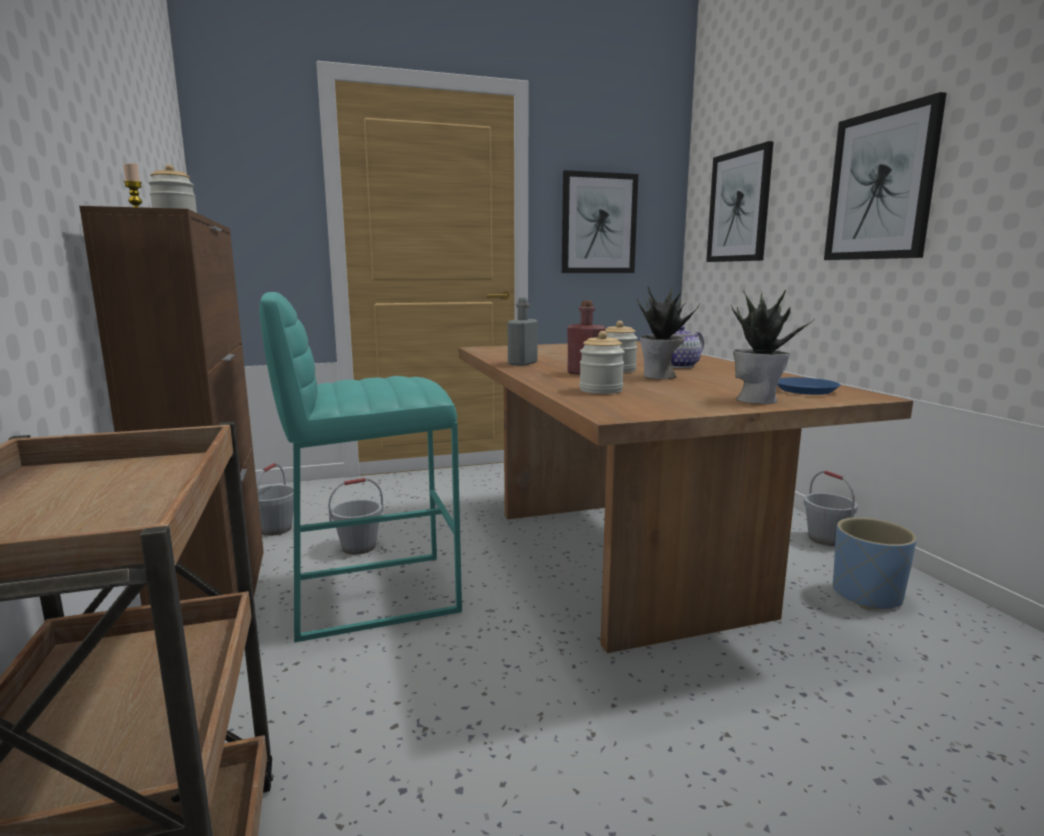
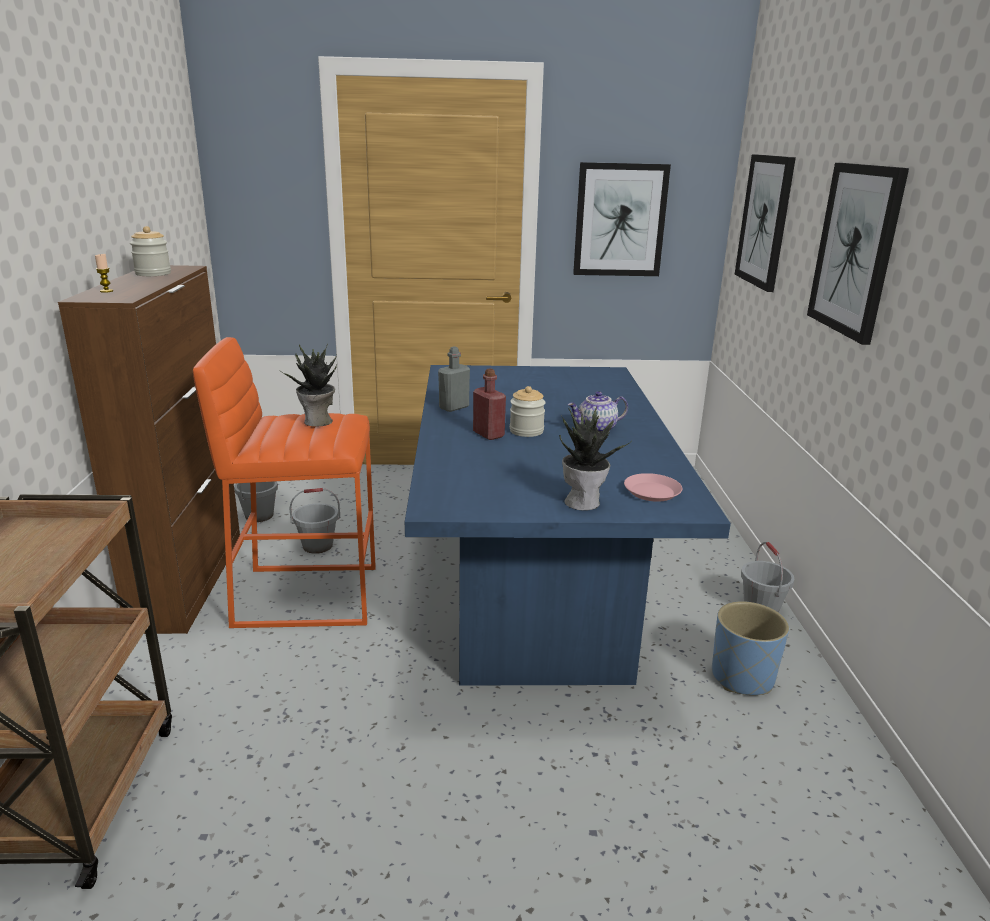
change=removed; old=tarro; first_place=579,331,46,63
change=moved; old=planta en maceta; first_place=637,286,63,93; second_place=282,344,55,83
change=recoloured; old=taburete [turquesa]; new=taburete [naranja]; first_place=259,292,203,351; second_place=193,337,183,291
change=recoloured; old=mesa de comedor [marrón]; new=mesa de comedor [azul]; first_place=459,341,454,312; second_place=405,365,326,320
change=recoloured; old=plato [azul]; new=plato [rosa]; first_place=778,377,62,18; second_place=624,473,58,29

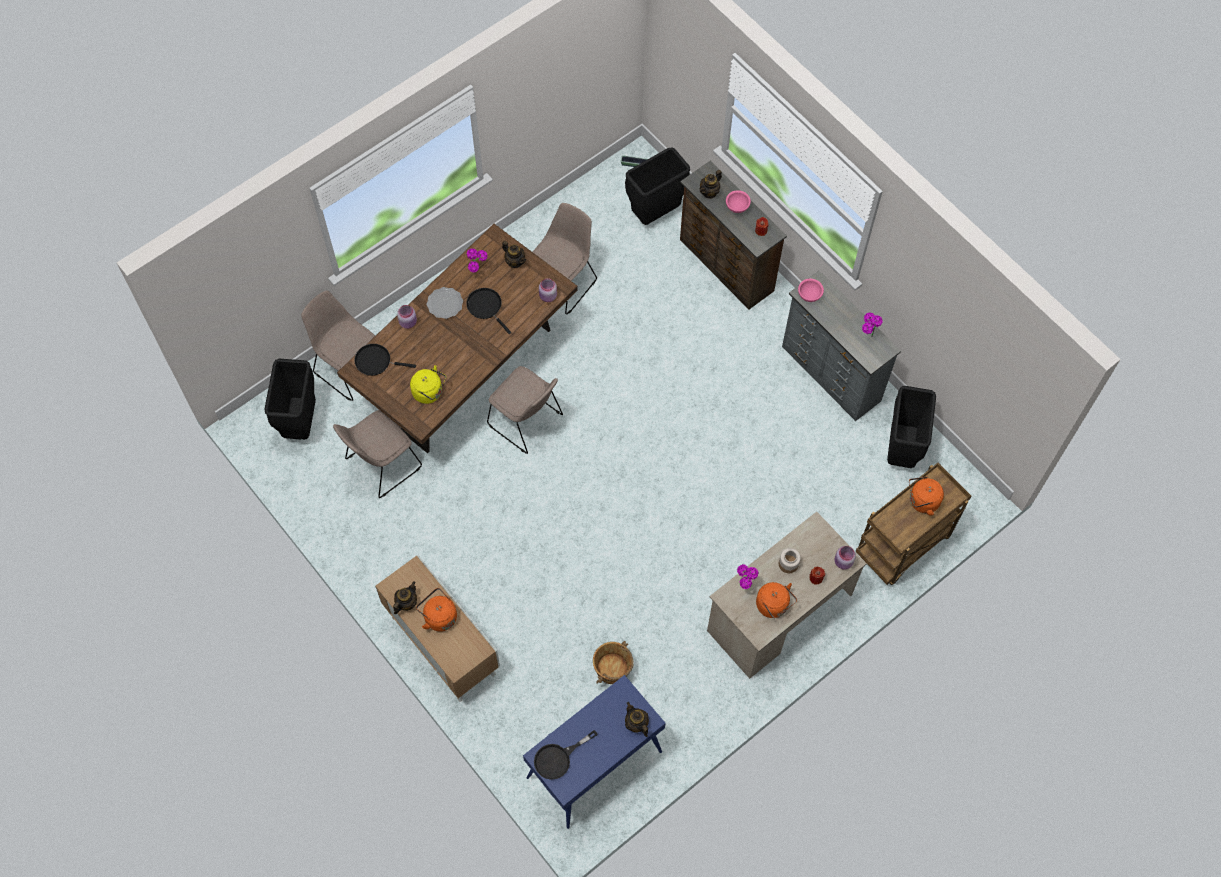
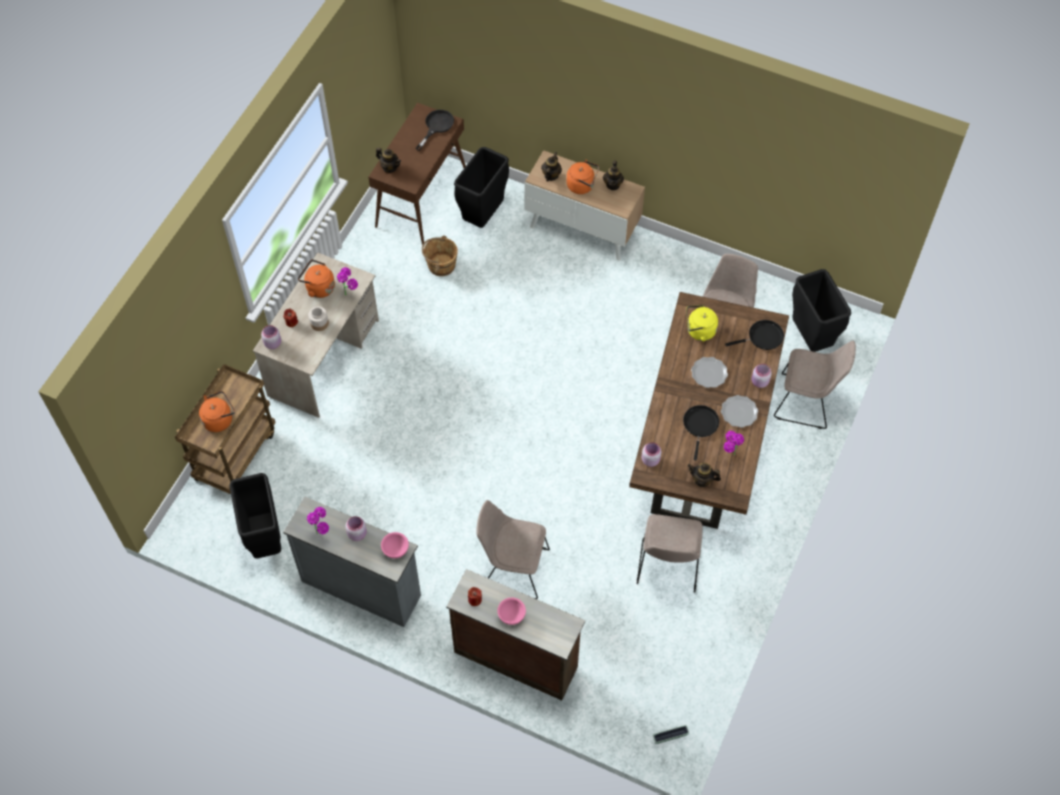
change=added; new=tarro [rosa]; second_place=345,516,22,25
change=added; new=plato; second_place=691,357,37,31
change=moved; old=silla [beis]; first_place=487,366,76,88; second_place=476,500,74,99
change=moved; old=papelera [negro]; first_place=625,147,65,78; second_place=454,147,55,81
change=moved; old=tetera; first_place=699,170,23,29; second_place=541,152,21,30
change=recoloured; old=mesa consola [azul]; new=mesa consola [marrón]; first_place=523,675,143,154; second_place=368,103,98,142
change=turned; old=sartén [negro]; first_place=466,288,45,46; second_place=683,405,36,55; degrees=-105

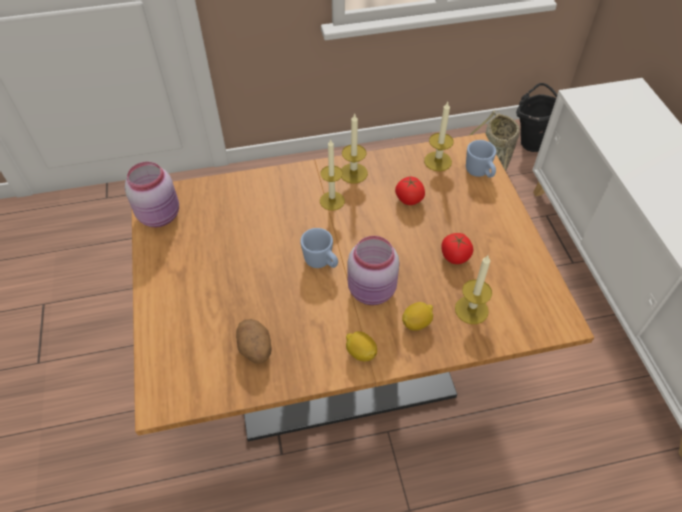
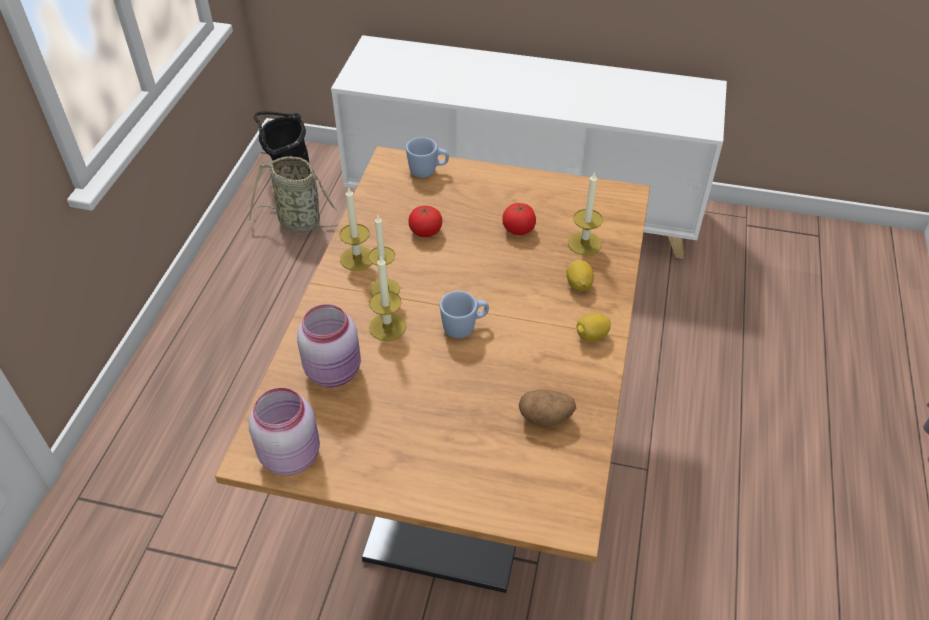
change=moved; old=tarro [rosa]; first_place=348,236,52,69; second_place=297,304,64,83
change=moved; old=vela; first_place=424,102,30,69; second_place=369,256,37,85

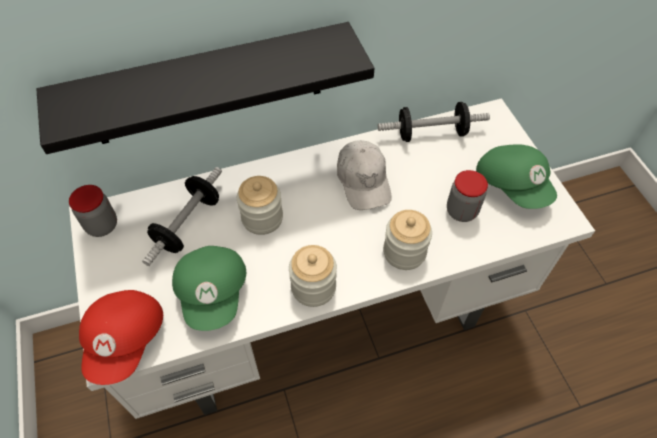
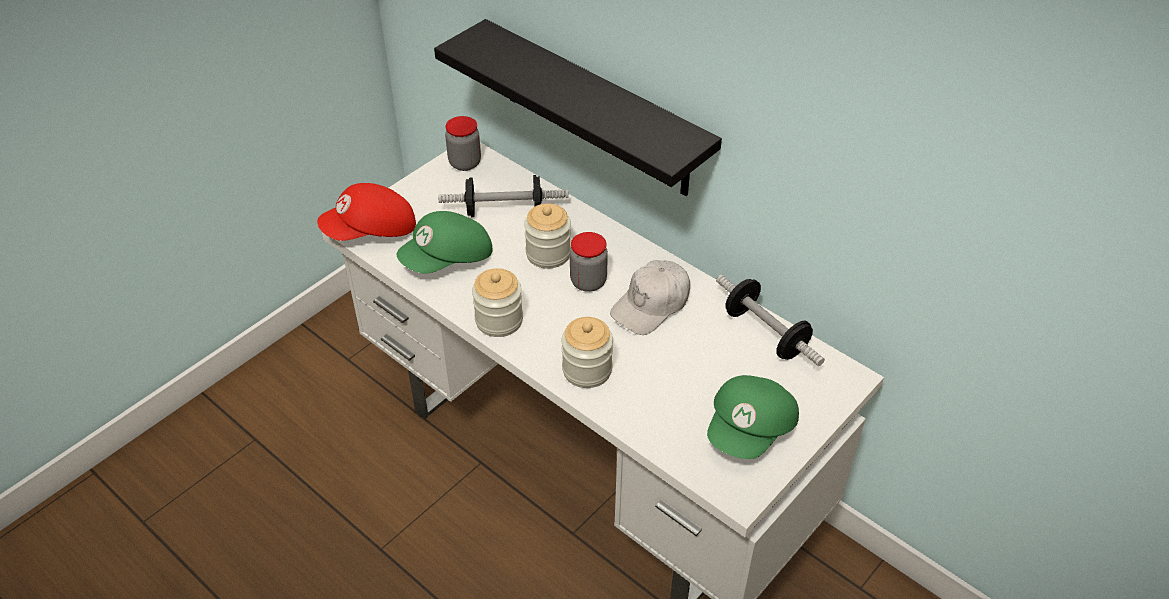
change=moved; old=tarro; first_place=447,170,41,52; second_place=570,232,38,60

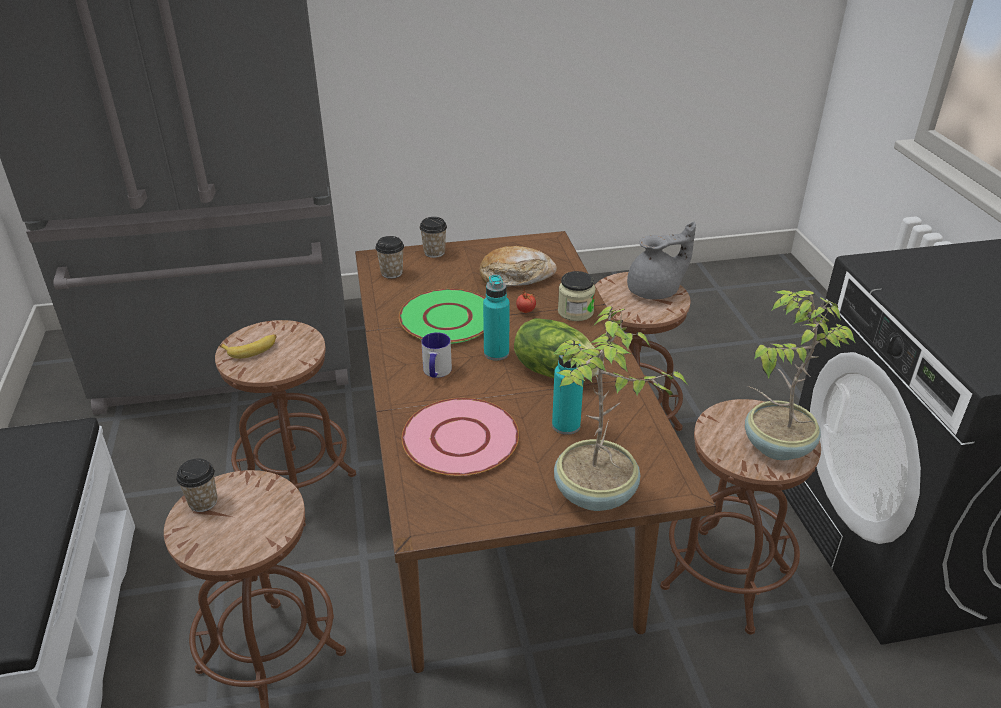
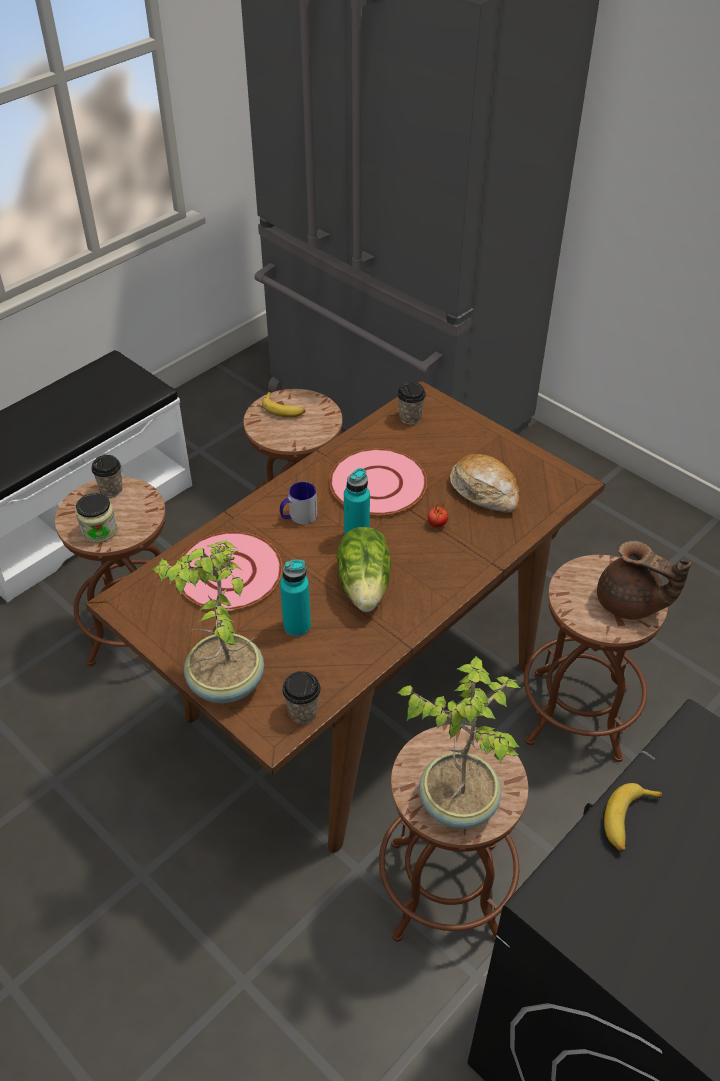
change=added; new=plátano; second_place=604,783,59,69
change=moved; old=taza; first_place=419,217,28,41; second_place=282,671,39,53
change=moved; old=tarro; first_place=558,271,38,50; second_place=76,493,41,50
change=recoloured; old=plato [verde]; new=plato [rosa]; first_place=399,289,86,55; second_place=329,449,98,66
change=recoloured; old=tetera [gris]; new=tetera [marrón]; first_place=627,222,69,77; second_place=597,541,94,78

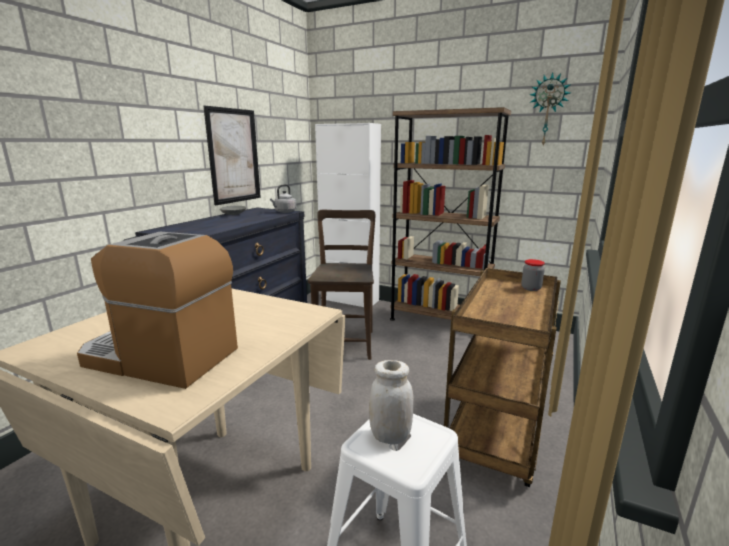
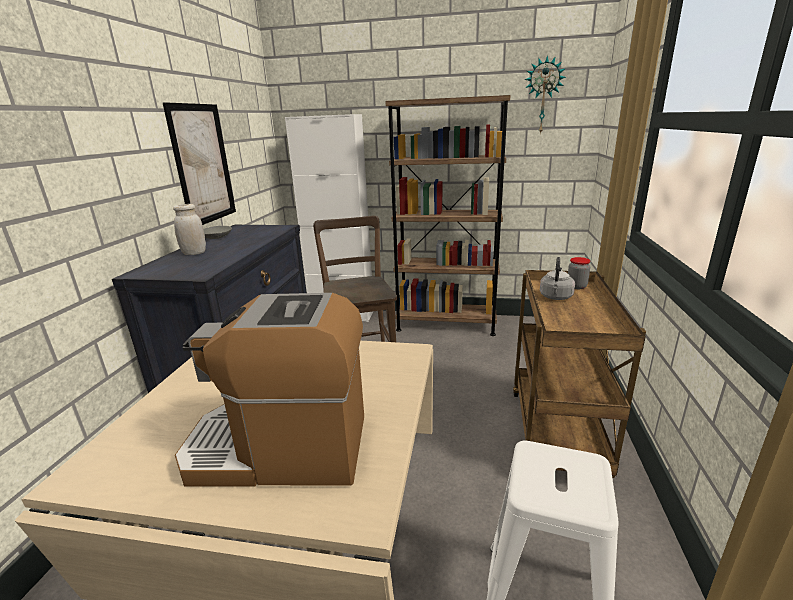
change=moved; old=hervidor [gris]; first_place=270,184,26,29; second_place=540,257,35,43
change=moved; old=tarro [blanco]; first_place=369,360,45,85; second_place=173,204,33,51

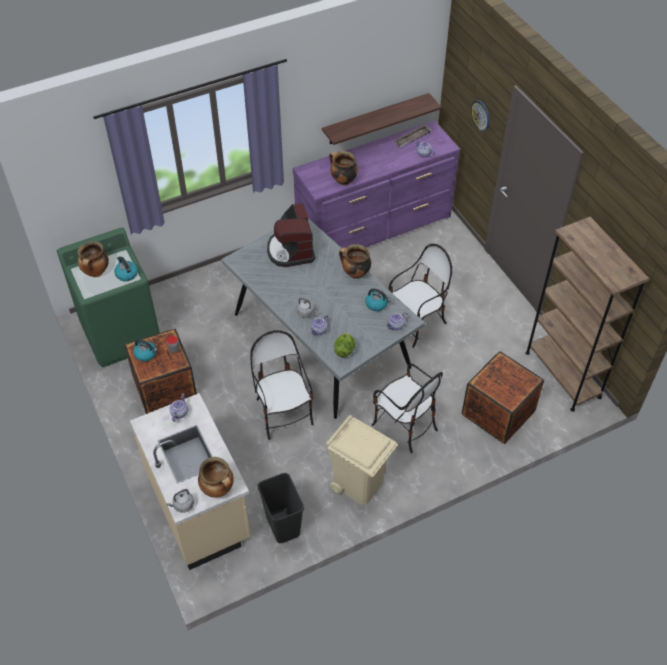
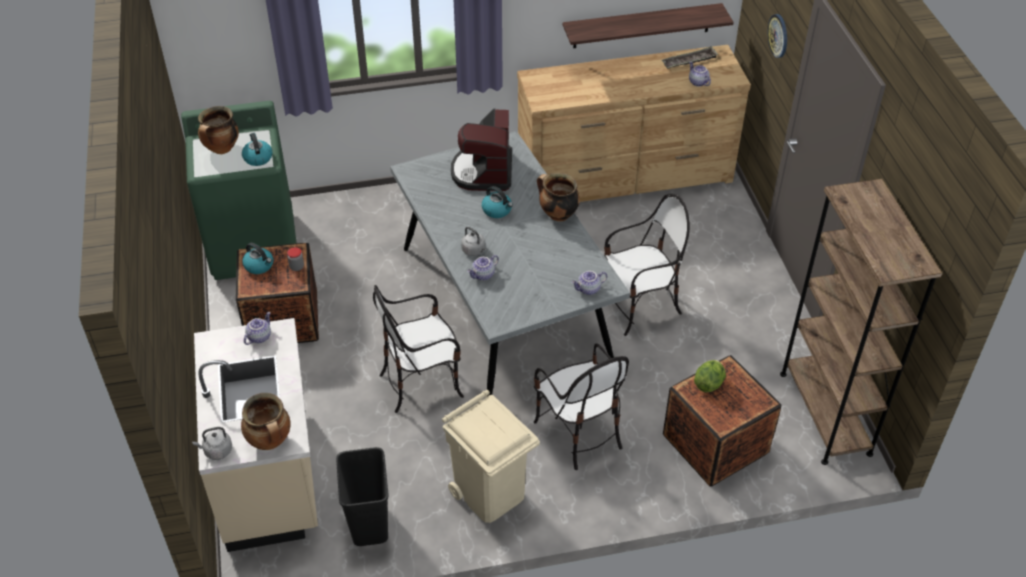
change=removed; old=olla; first_place=329,151,29,34
change=moved; old=lechuga; first_place=334,333,21,24; second_place=694,360,32,32
change=moved; old=hervidor; first_place=365,289,26,22; second_place=482,186,31,32
change=recoloured; old=cómoda [morado]; new=cómoda [marrón]; first_place=293,121,167,127; second_place=517,45,234,157
change=turned; old=silla; first_place=250,330,64,110; second_place=373,285,91,128; degrees=-105

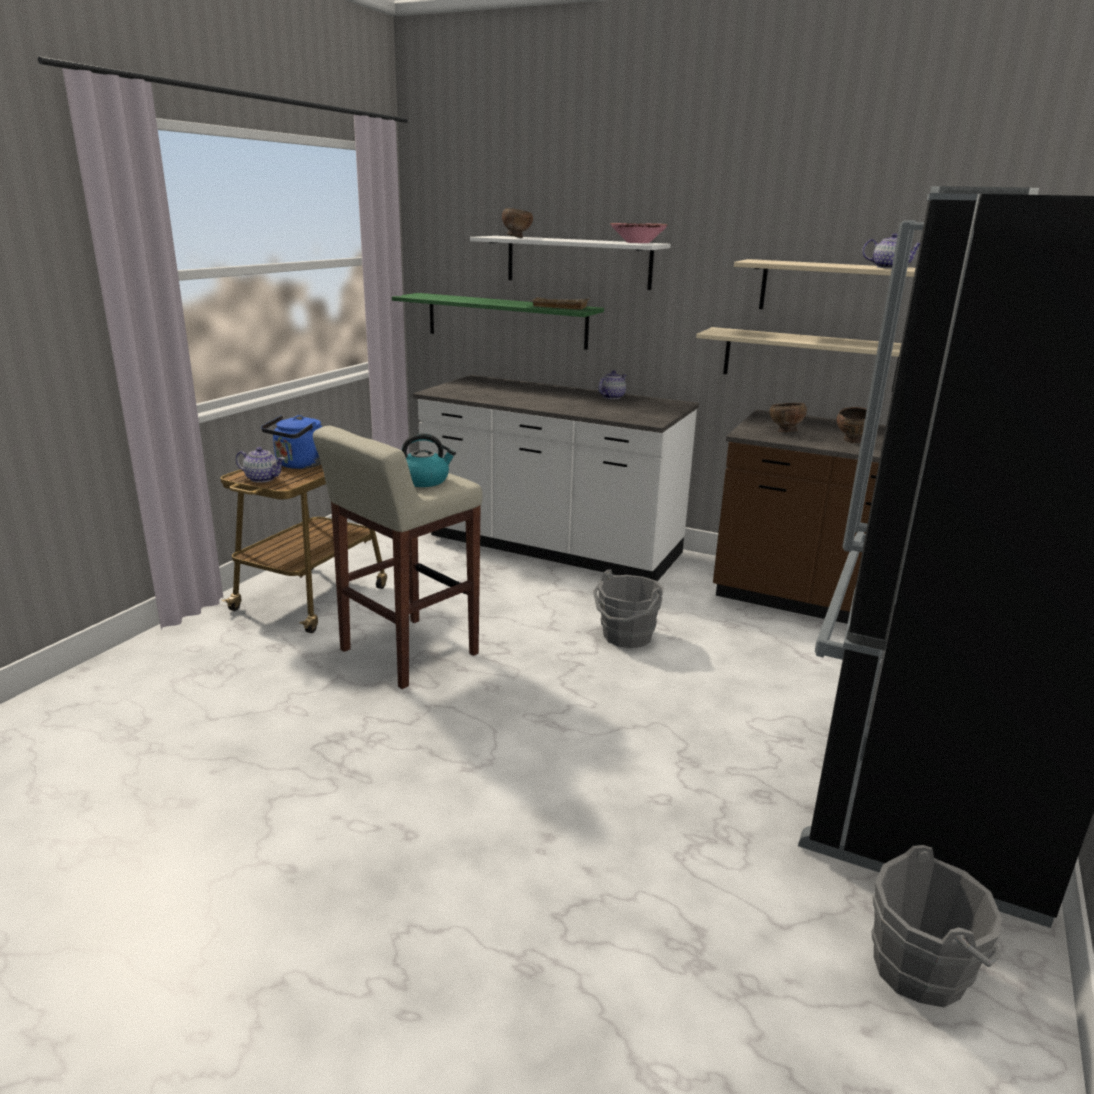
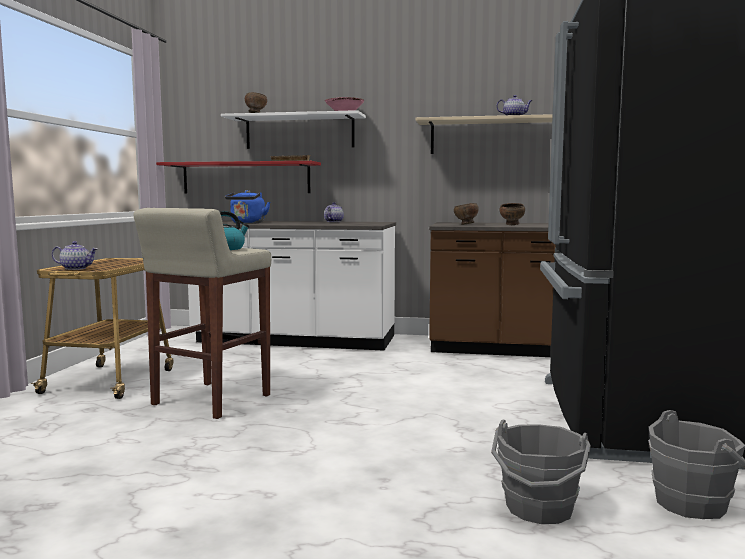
change=removed; old=estante [beis]; first_place=696,327,205,64
change=moved; old=hervidor [azul]; first_place=261,415,62,54; second_place=225,190,45,34
change=moved; old=cubo [gris]; first_place=593,570,71,78; second_place=491,419,100,105
change=recoloured; old=estante [verde]; new=estante [rojo]; first_place=392,293,212,57; second_place=156,161,165,32

